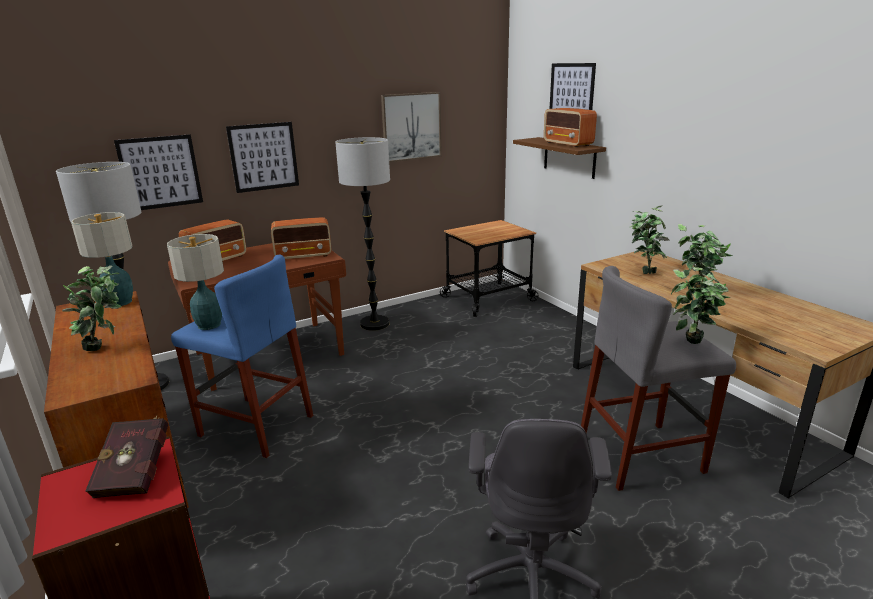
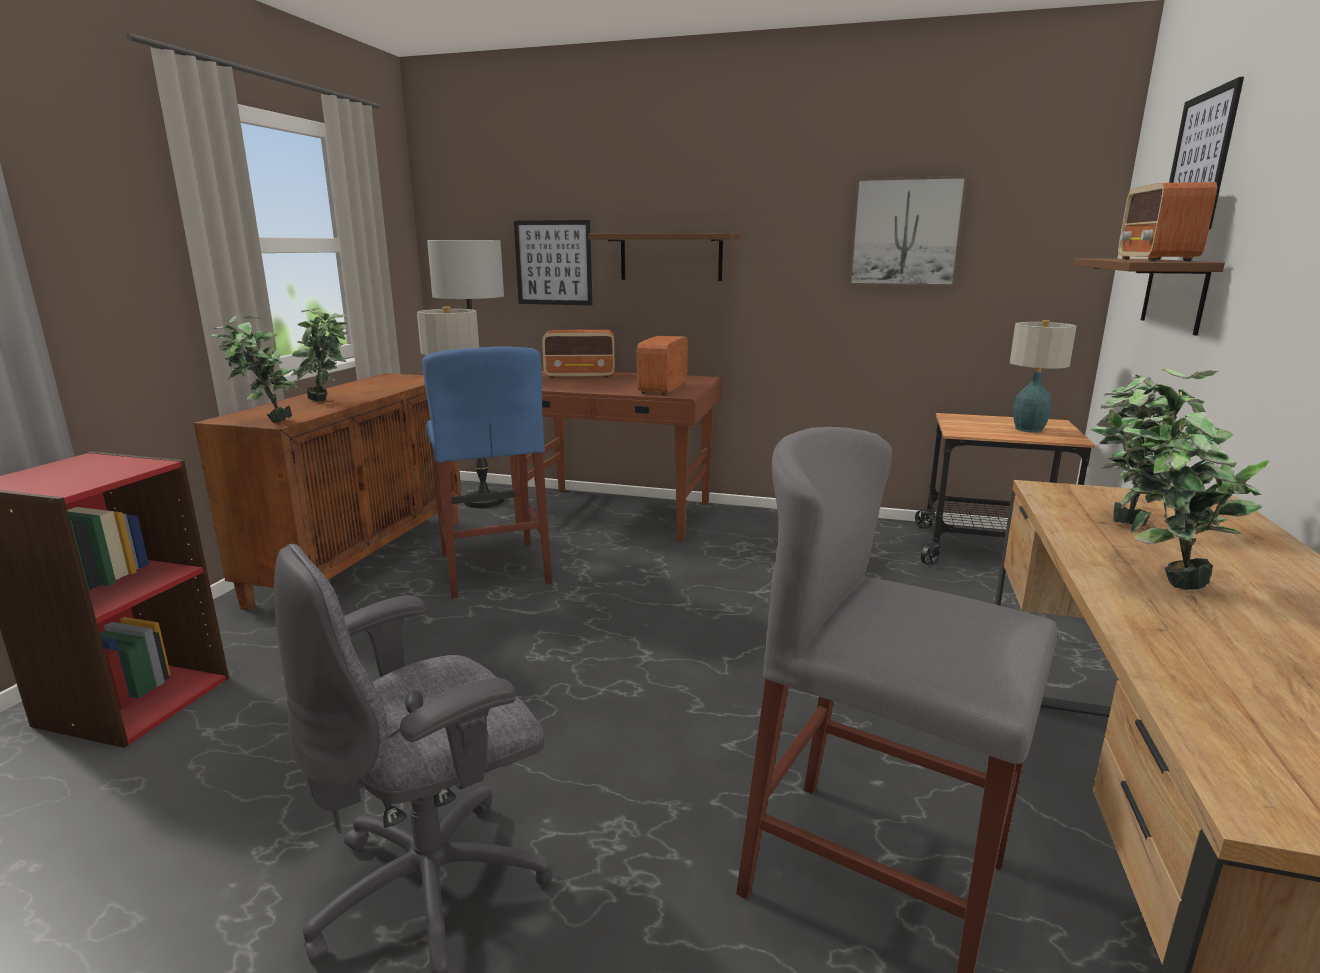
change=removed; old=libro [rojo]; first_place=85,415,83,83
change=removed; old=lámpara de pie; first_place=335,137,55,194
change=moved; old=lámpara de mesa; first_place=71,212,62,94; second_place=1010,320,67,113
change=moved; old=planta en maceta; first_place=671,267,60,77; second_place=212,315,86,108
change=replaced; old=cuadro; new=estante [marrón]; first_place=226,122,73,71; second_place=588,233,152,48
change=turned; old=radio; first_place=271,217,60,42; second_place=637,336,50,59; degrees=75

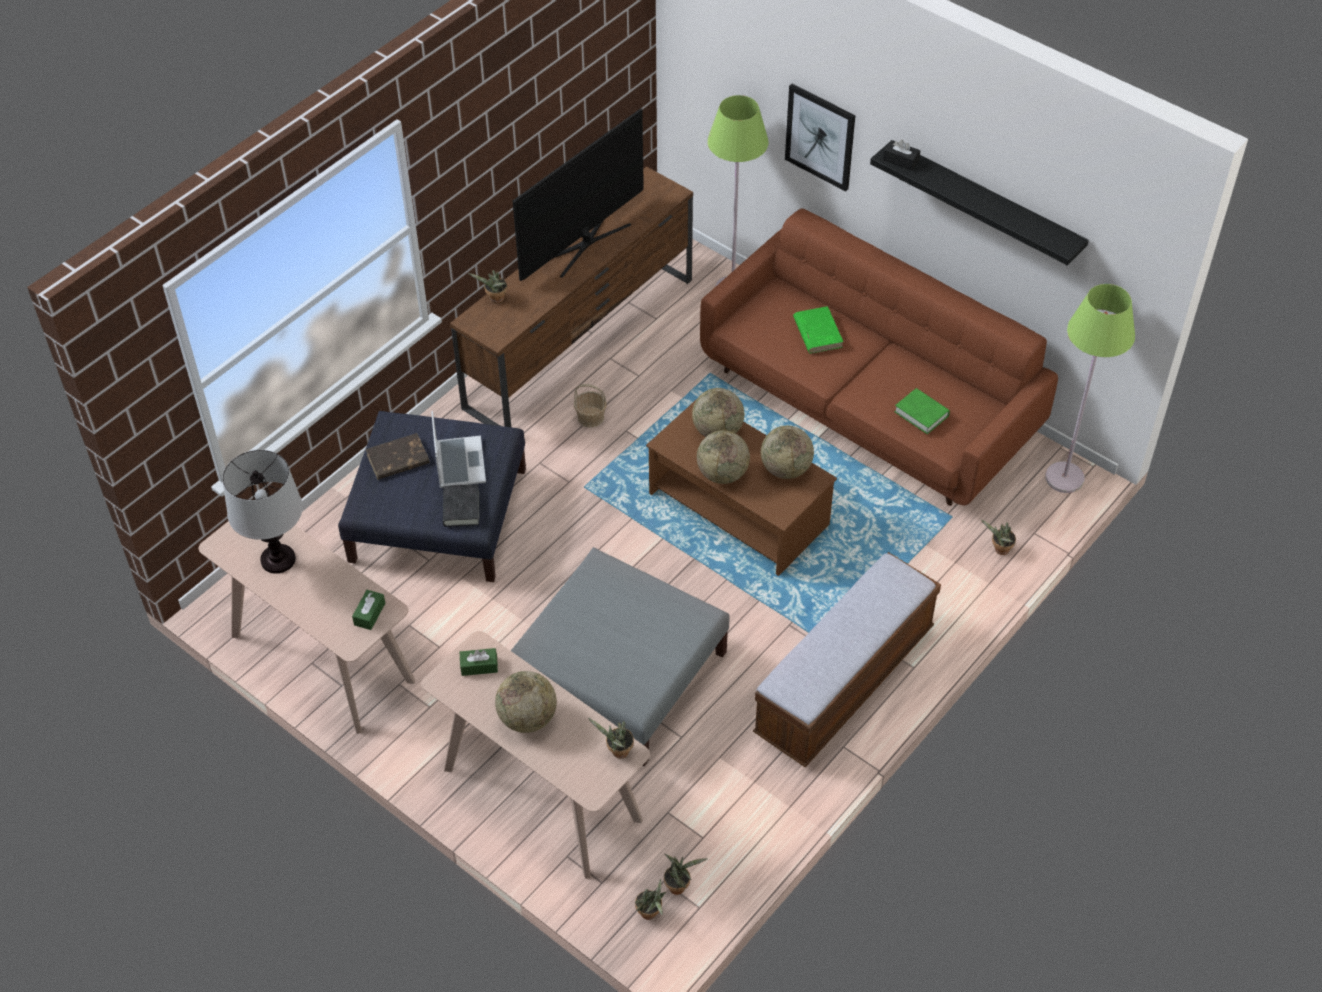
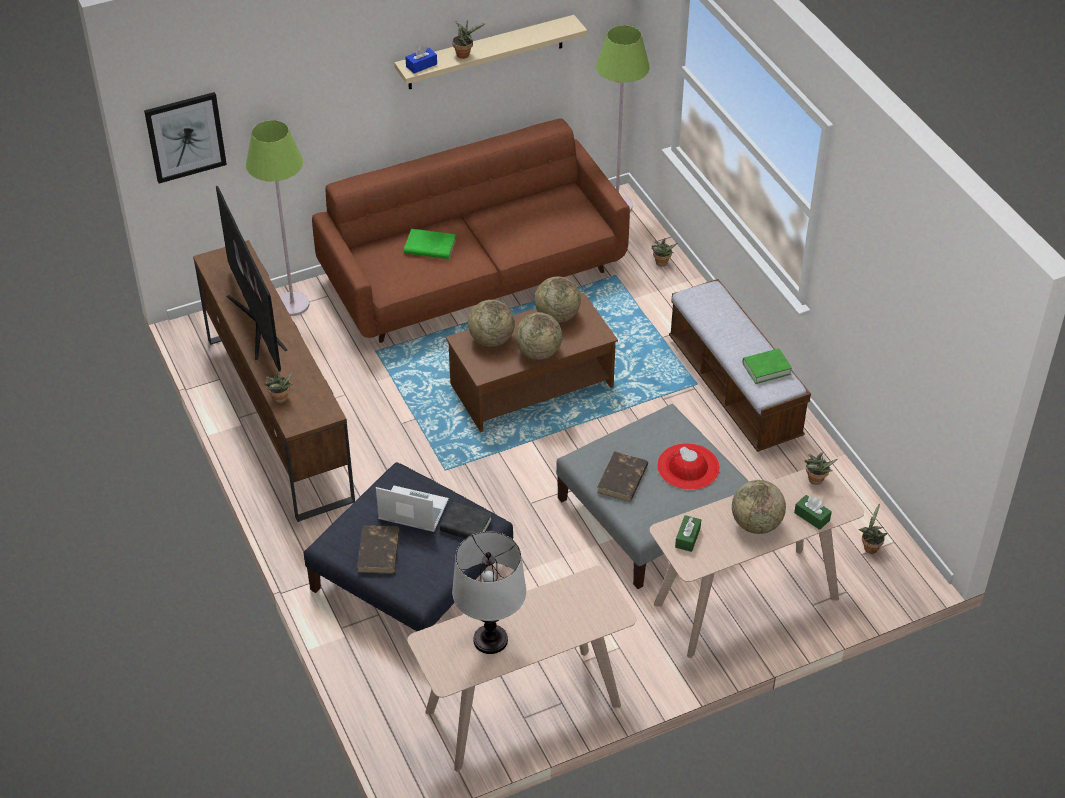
change=removed; old=cesta; first_place=574,384,33,44
change=added; new=libro [marrón]; second_place=597,451,51,51
change=added; new=sombrero [rojo]; second_place=657,443,63,47
change=moved; old=caja de pañuelos [verde]; first_place=352,590,33,40; second_place=794,495,38,35
change=moved; old=planta en maceta; first_place=635,879,32,41; second_place=452,20,34,39
change=moved; old=cuadro; first_place=785,84,70,107; second_place=144,92,83,91
change=moved; old=libro [verde]; first_place=894,388,56,46; second_place=742,348,50,36
change=recoloured; old=estante [negro]; new=estante [beis]; first_place=870,143,219,122; second_place=394,15,193,74
change=recoloured; old=caja de pañuelos [negro]; new=caja de pañuelos [azul]; first_place=883,140,38,31; second_place=405,46,32,28

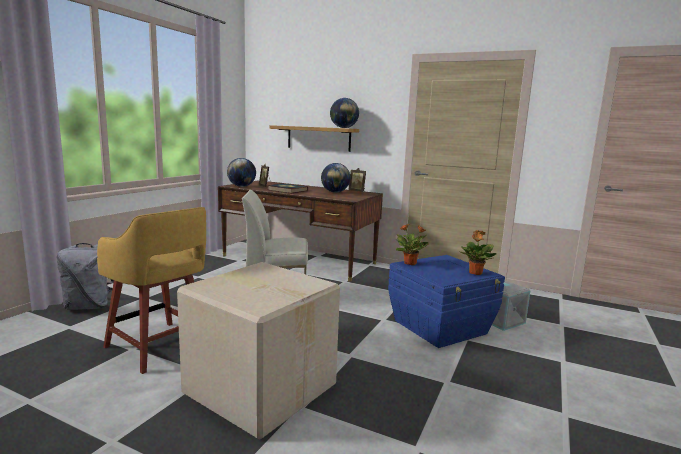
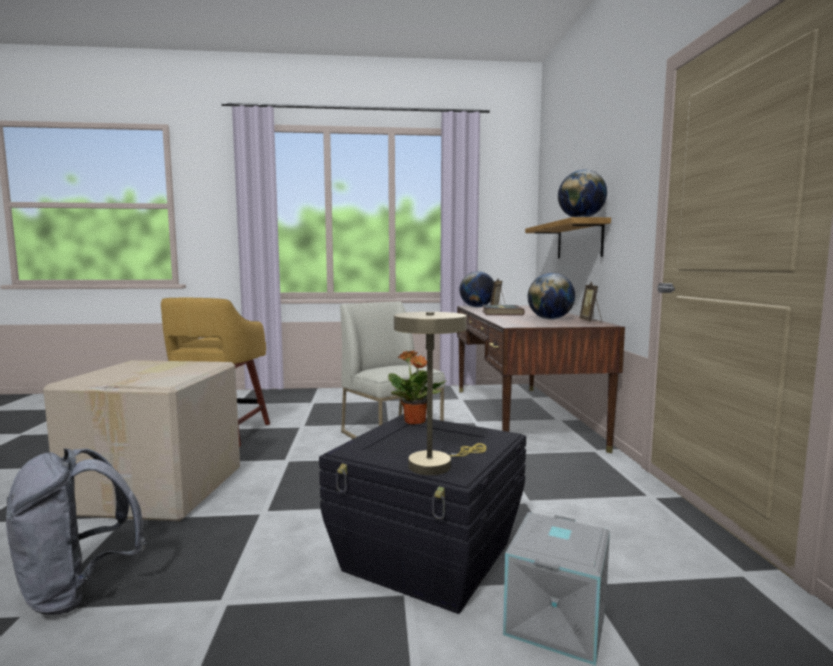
change=moved; old=mochila [gris]; first_place=57,243,57,67; second_place=6,448,140,167
change=replaced; old=planta en maceta; new=lámpara de mesa [beis]; first_place=460,230,36,45; second_place=394,312,92,163
change=recoloured; old=caja de almacenaje [azul]; new=caja de almacenaje [negro]; first_place=388,255,117,93; second_place=319,414,207,200

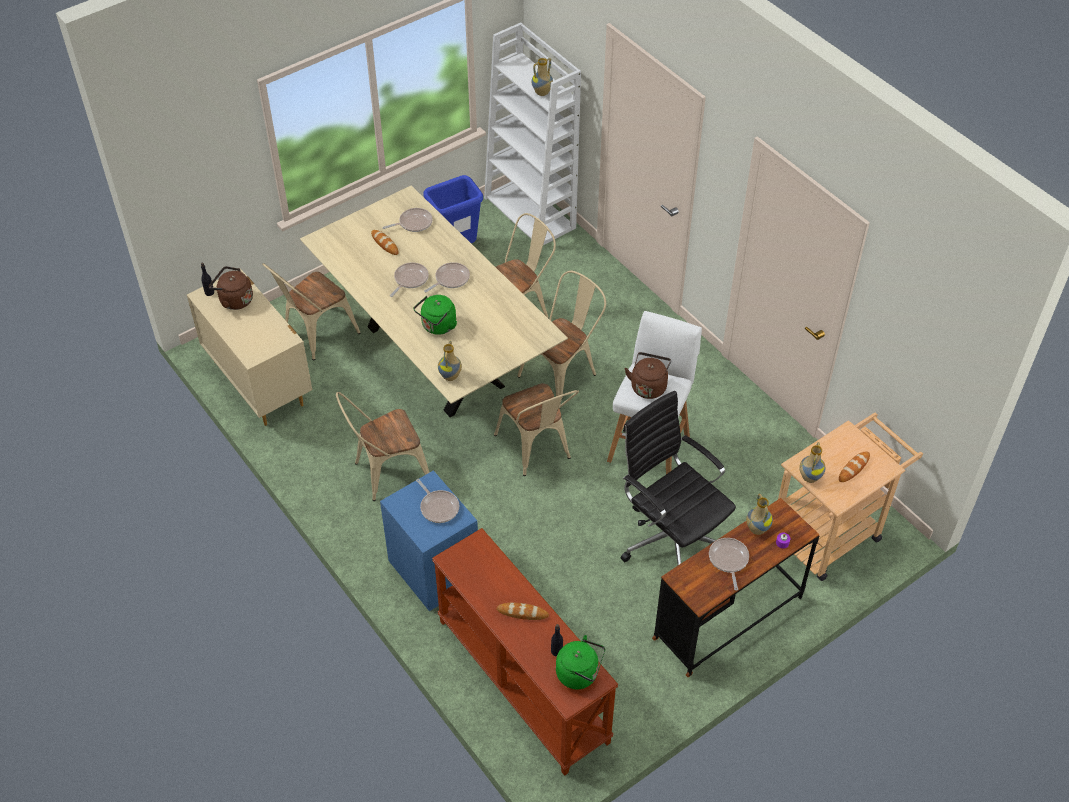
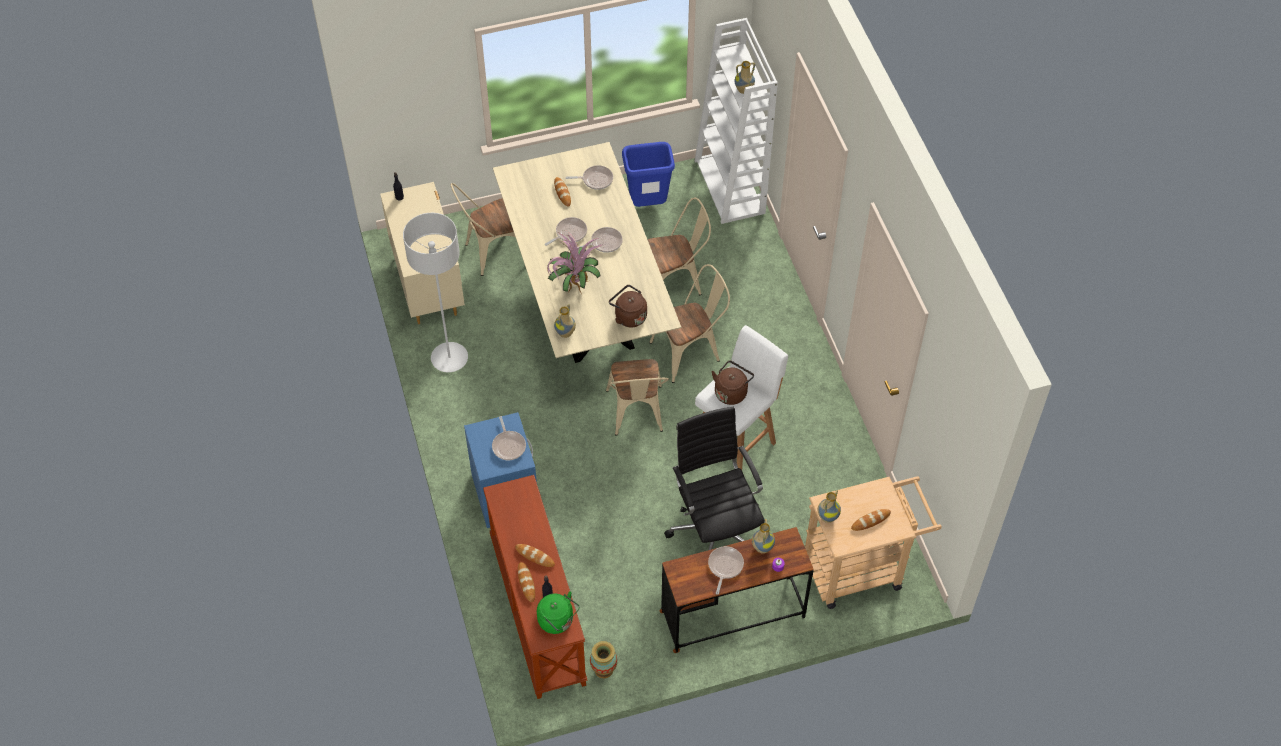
change=removed; old=silla [beis]; first_place=336,392,94,109
change=added; new=lámpara de pie [gris]; second_place=403,213,65,159
change=added; new=pan; second_place=518,562,17,40
change=added; new=florero; second_place=590,641,27,37
change=moved; old=hervidor [marrón]; first_place=209,266,44,44; second_place=609,285,38,43
change=replaced; old=hervidor [verde]; new=planta en maceta; first_place=413,295,44,40; second_place=547,230,56,64

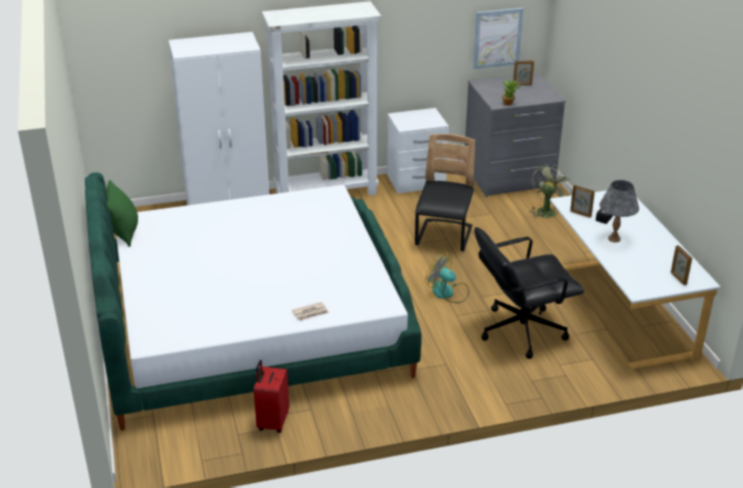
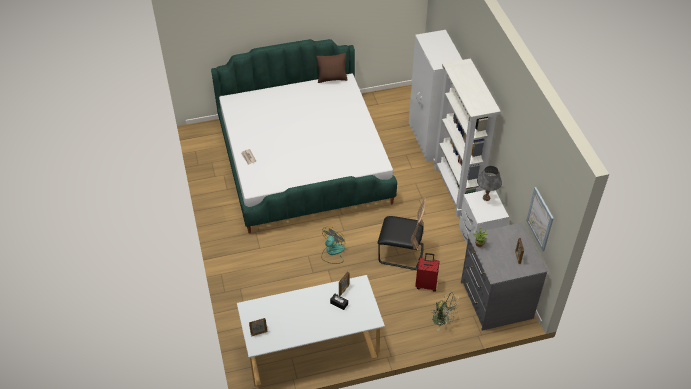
change=removed; old=silla de oficina [negro]; first_place=474,227,110,132
change=moved; old=maleta [rojo]; first_place=254,360,35,73; second_place=415,253,25,39
change=moved; old=lámpara de mesa [gris]; first_place=599,180,40,62; second_place=477,166,25,35
change=recoloured; old=cojín [verde]; new=cojín [marrón]; first_place=106,180,32,67; second_place=316,53,32,30

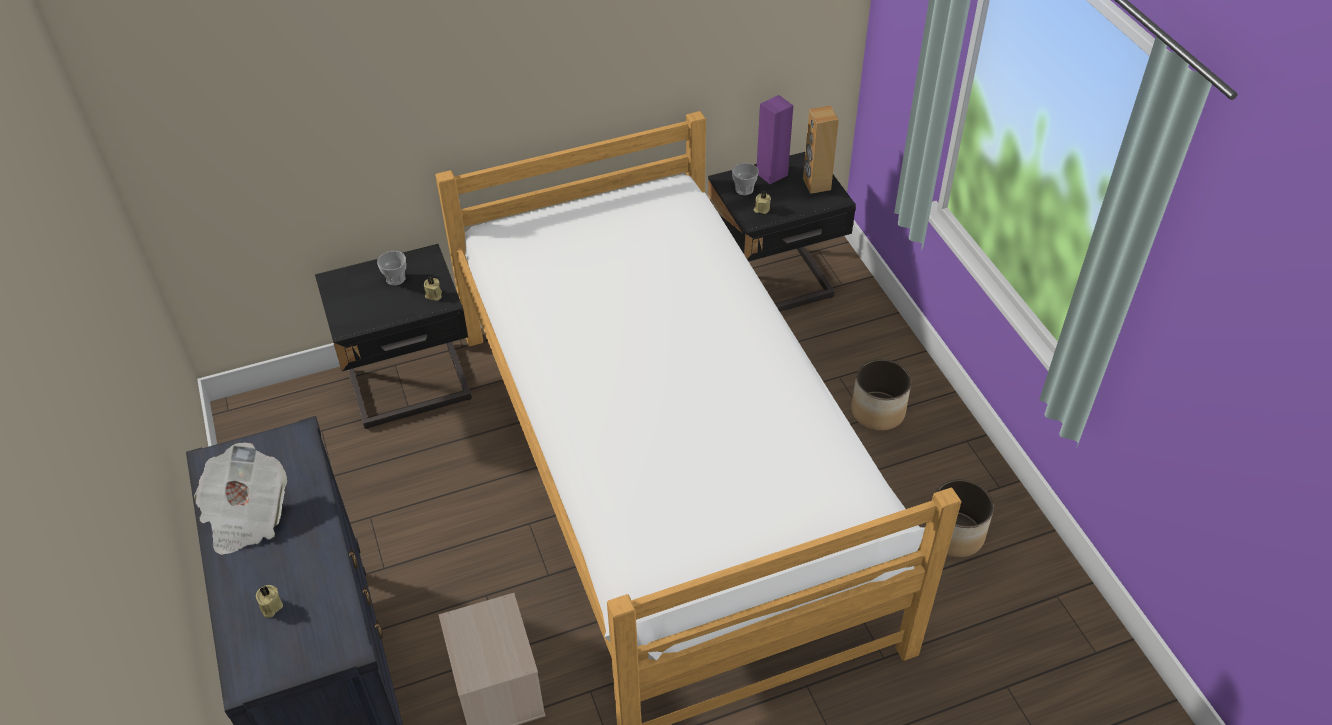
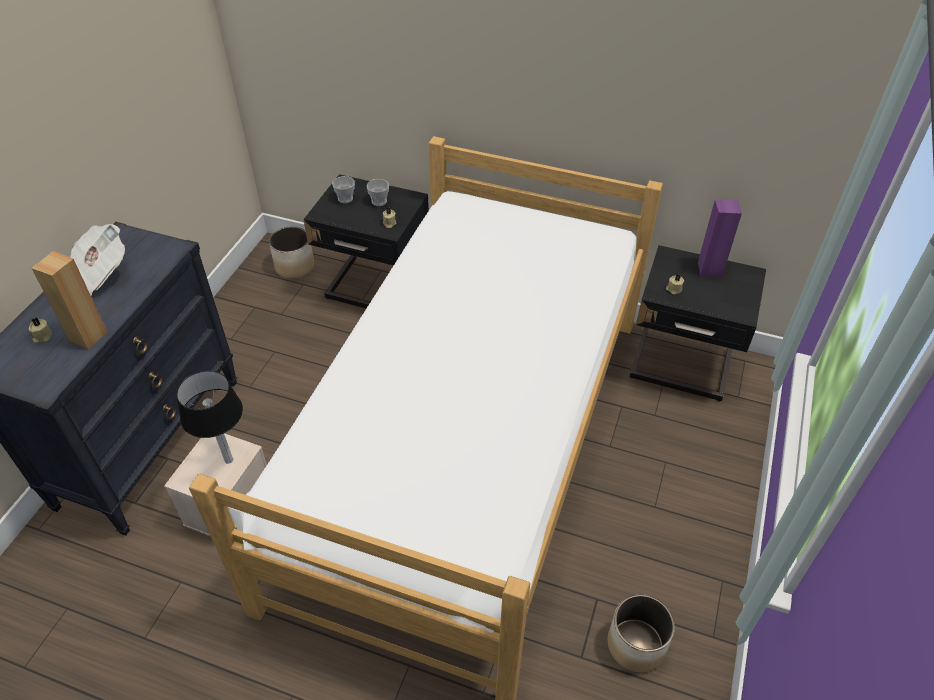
change=added; new=lámpara de mesa; second_place=177,371,66,93
change=moved; old=taza; first_place=732,163,27,32; second_place=332,176,23,27
change=moved; old=altavoz [marrón]; first_place=803,106,36,88; second_place=32,251,75,98
change=moved; old=maceta; first_place=851,359,60,72; second_place=269,227,45,52

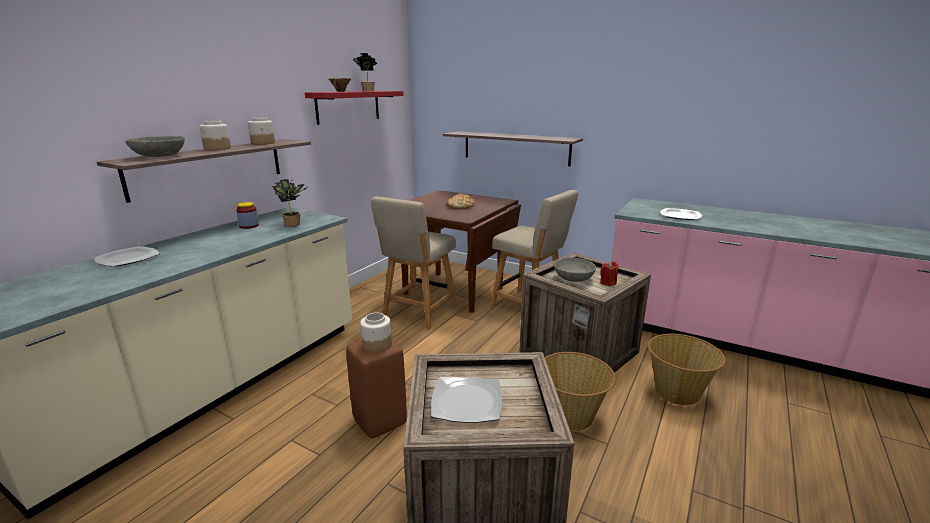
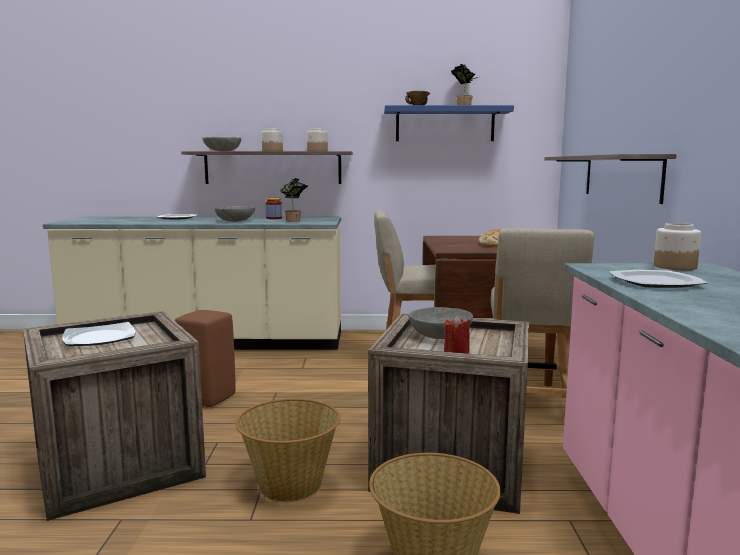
change=added; new=cuenco [gris]; second_place=215,206,40,16
change=moved; old=tarro; first_place=360,313,32,40; second_place=654,223,47,47
change=recoloured; old=estante [rojo]; new=estante [azul]; first_place=305,91,99,34; second_place=384,105,130,36

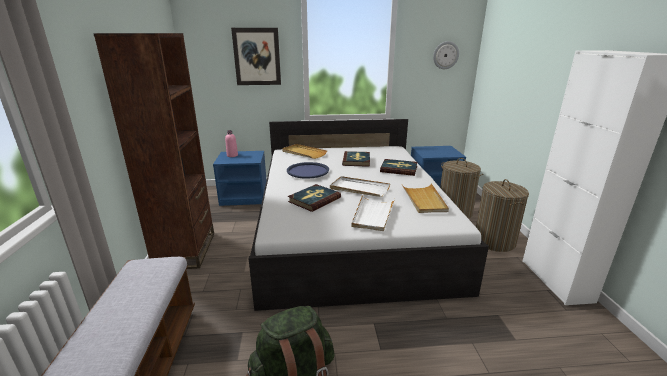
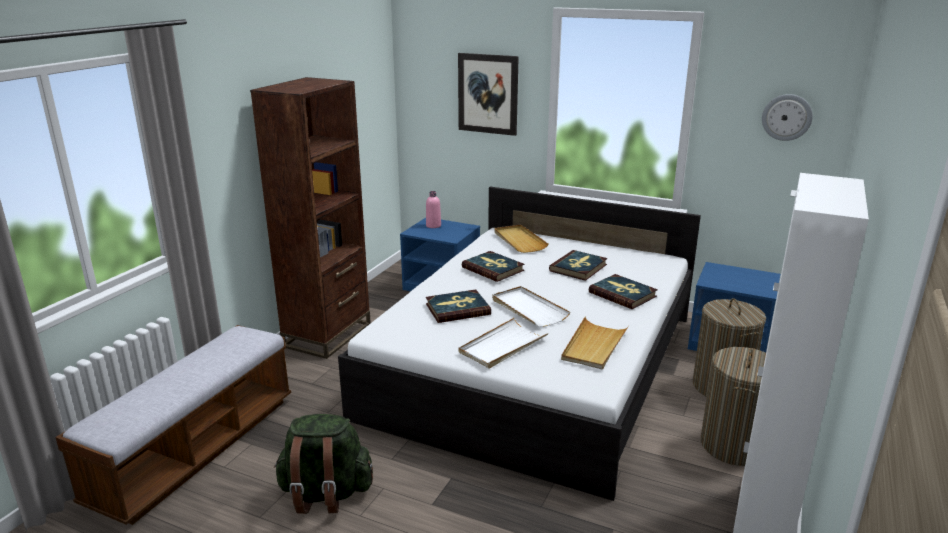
change=replaced; old=bandeja [azul]; new=libro; first_place=287,162,42,17; second_place=462,251,63,31

